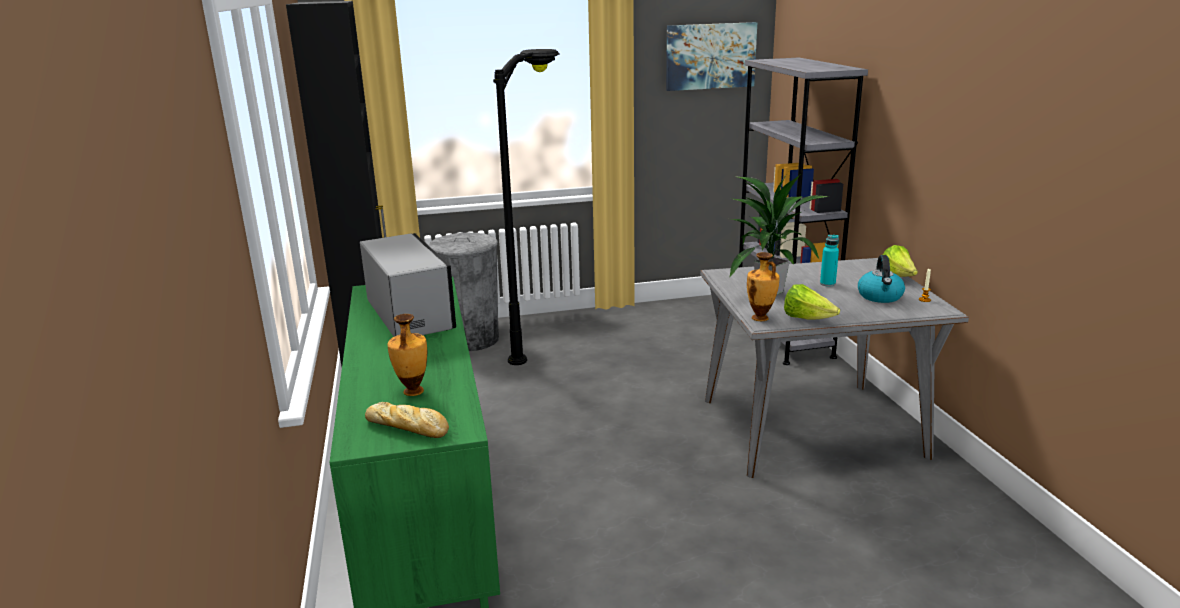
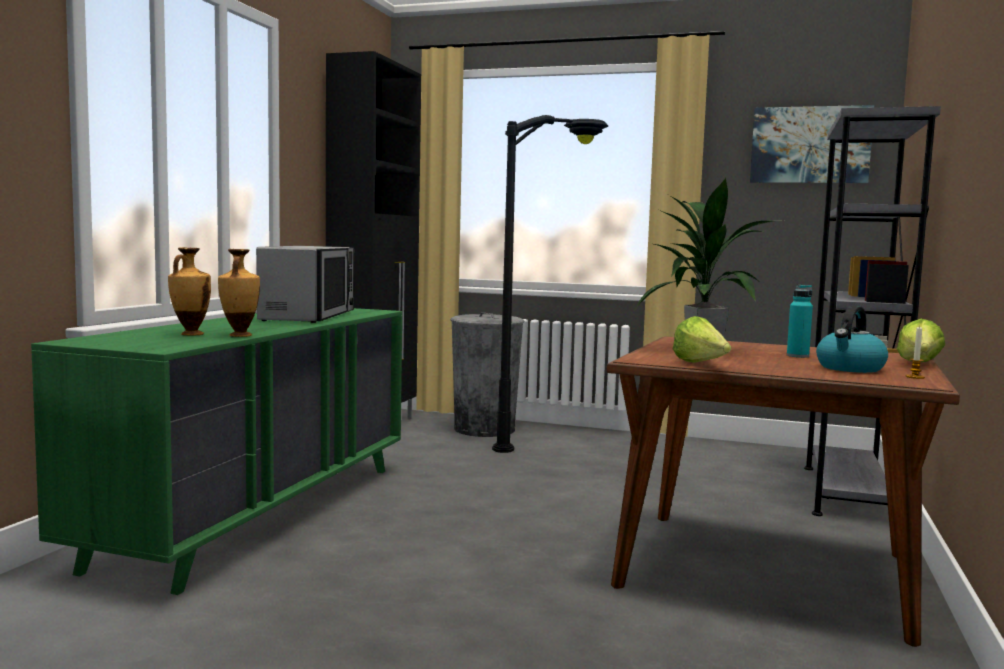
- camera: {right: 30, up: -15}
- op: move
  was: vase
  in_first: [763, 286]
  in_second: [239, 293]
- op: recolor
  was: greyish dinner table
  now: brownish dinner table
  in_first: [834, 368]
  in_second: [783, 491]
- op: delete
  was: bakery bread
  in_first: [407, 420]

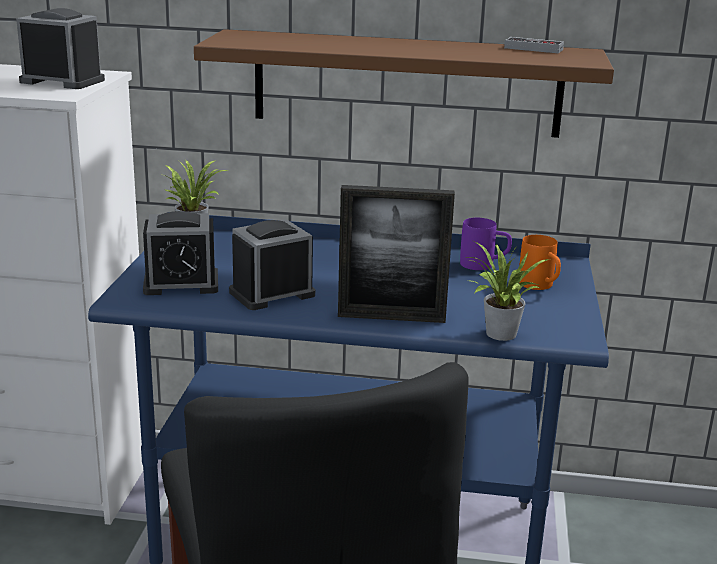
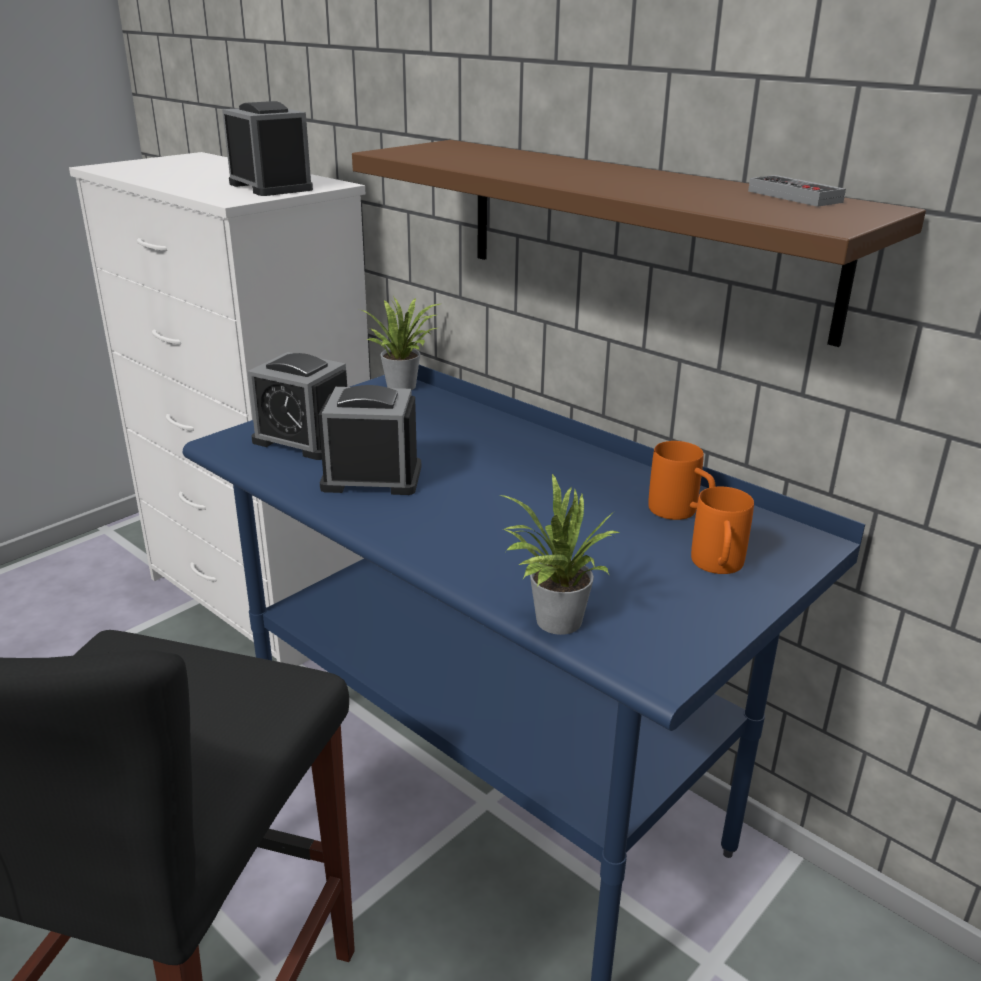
- camera: {right: 35, up: 5}
- op: delete
  was: standing frame
  in_first: [396, 254]
- op: recolor
  was: purple coffee mug
  now: orange coffee mug
  in_first: [486, 244]
  in_second: [682, 480]

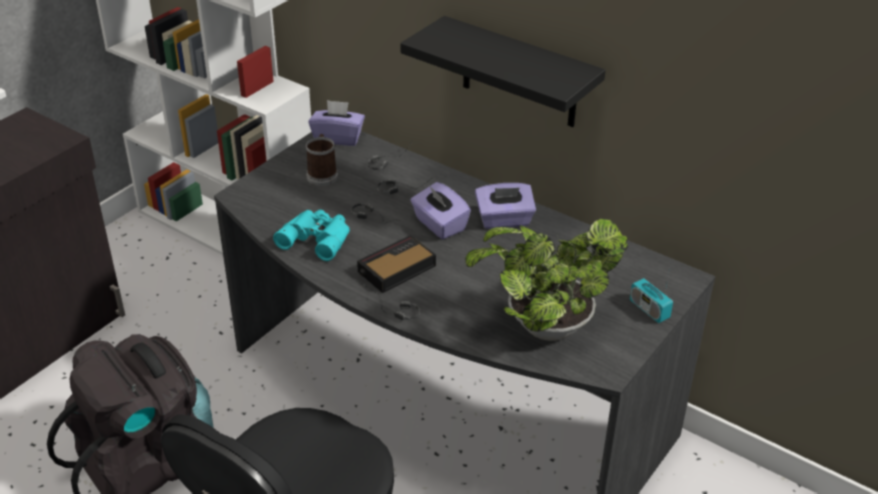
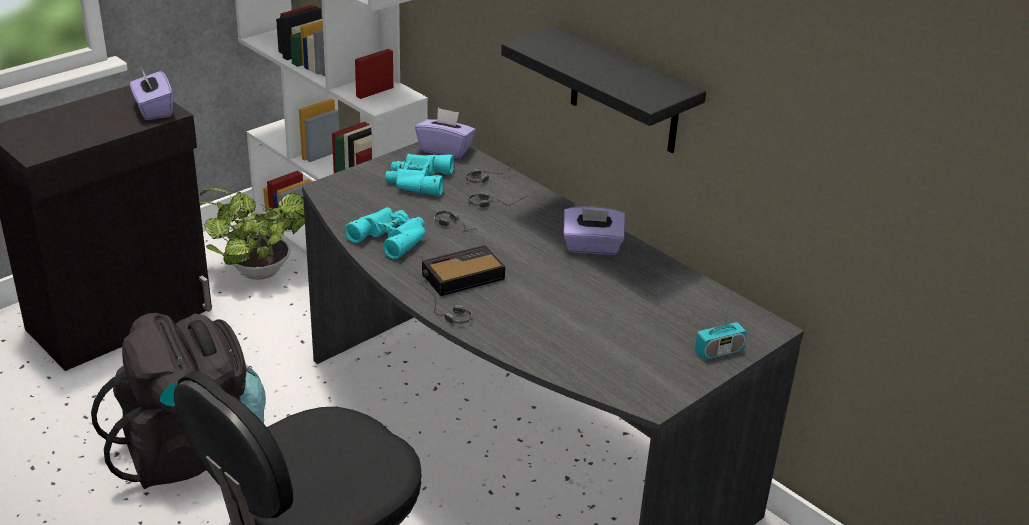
- camera: {right: 10, up: -5}
- op: replace
  was: coffee mug
  now: turquoise pair of binoculars
  in_first: [322, 160]
  in_second: [419, 175]
- op: move
  was: purple tissue holder
  in_first: [440, 210]
  in_second: [151, 93]
- op: move
  was: houseplant
  in_first: [546, 279]
  in_second: [252, 234]
- op: rotate
  was: radio receiver
  in_first: [651, 292]
  in_second: [721, 324]
  clockwise: -90

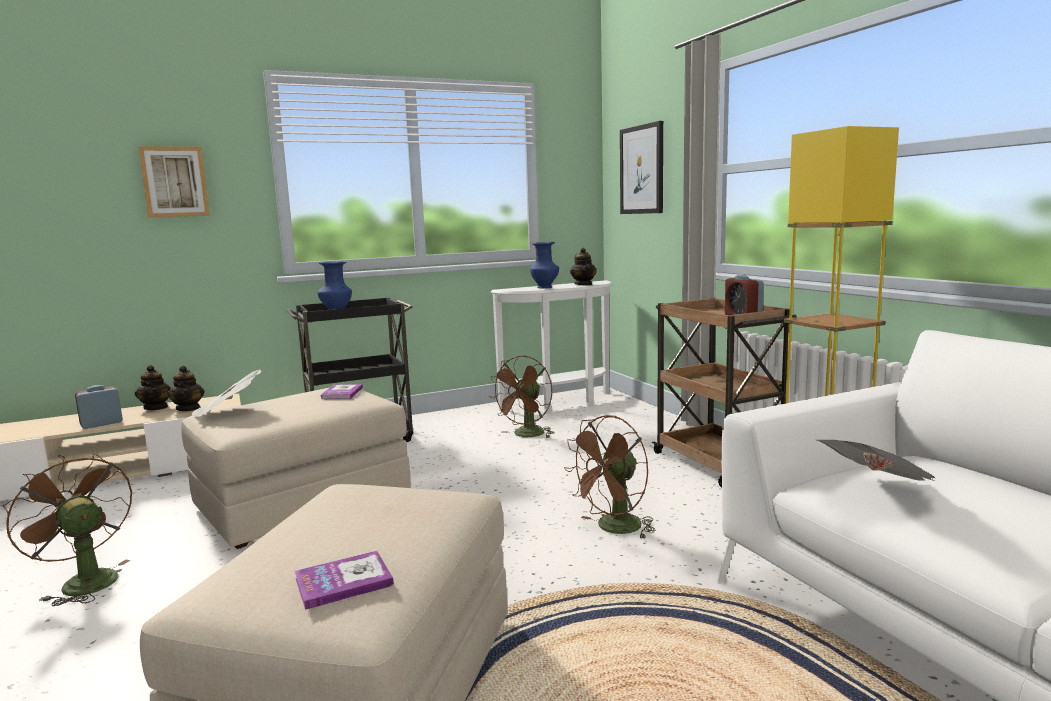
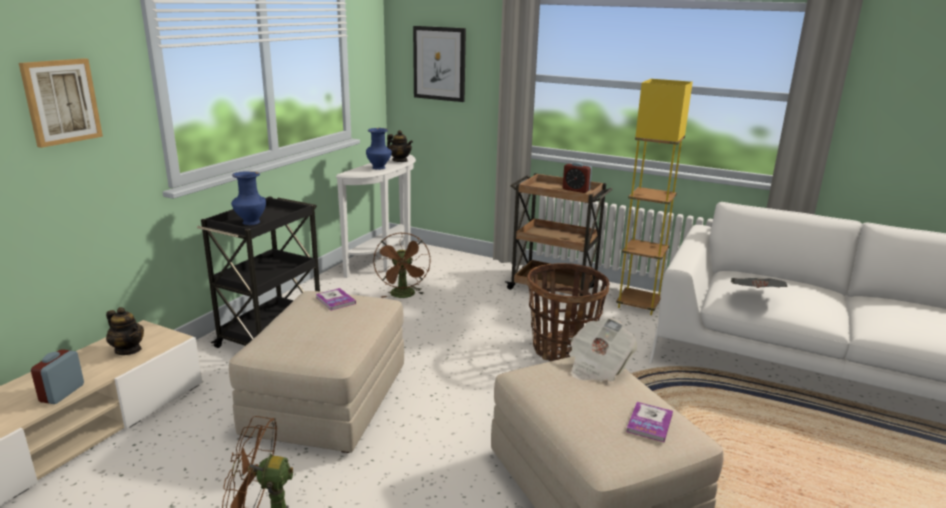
- camera: {right: -40, up: 10}
- op: delete
  was: tea pot
  in_first: [153, 387]
- op: move
  was: daily paper
  in_first: [226, 394]
  in_second: [603, 350]
- op: replace
  was: brownish fan
  now: household basket
  in_first: [610, 477]
  in_second: [568, 312]

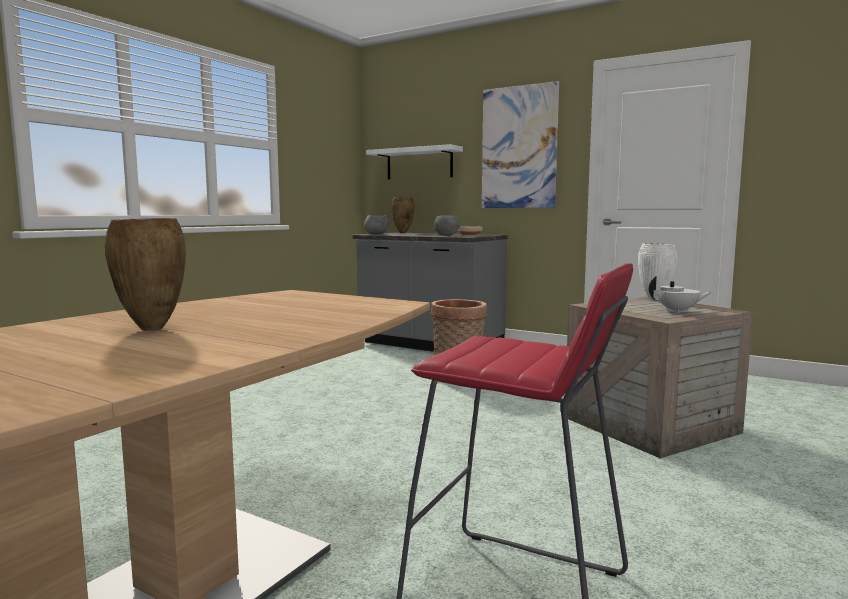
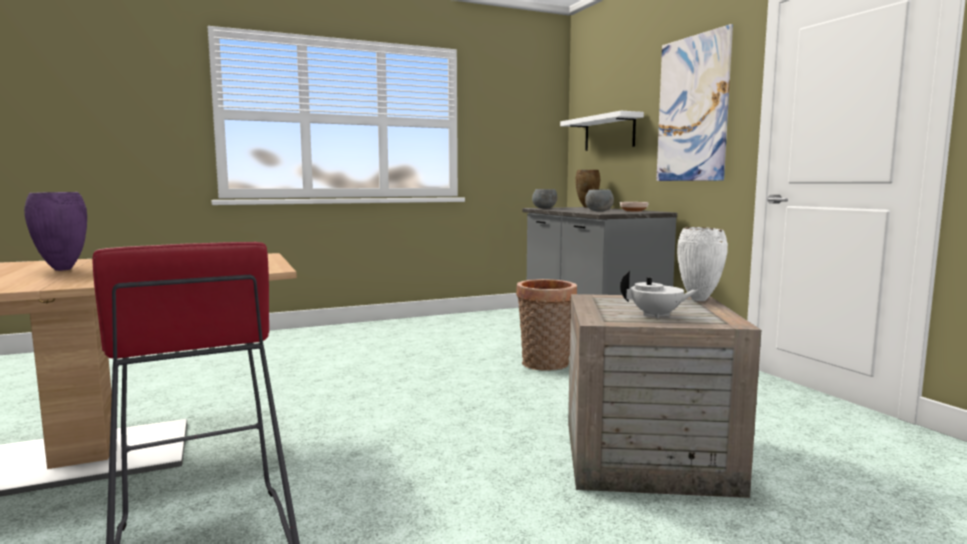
- camera: {right: 35, up: 0}
- op: recolor
  was: brownish vase
  now: purple vase
  in_first: [145, 274]
  in_second: [55, 231]
- op: rotate
  was: white tea pot
  in_first: [680, 294]
  in_second: [659, 294]
  clockwise: -45

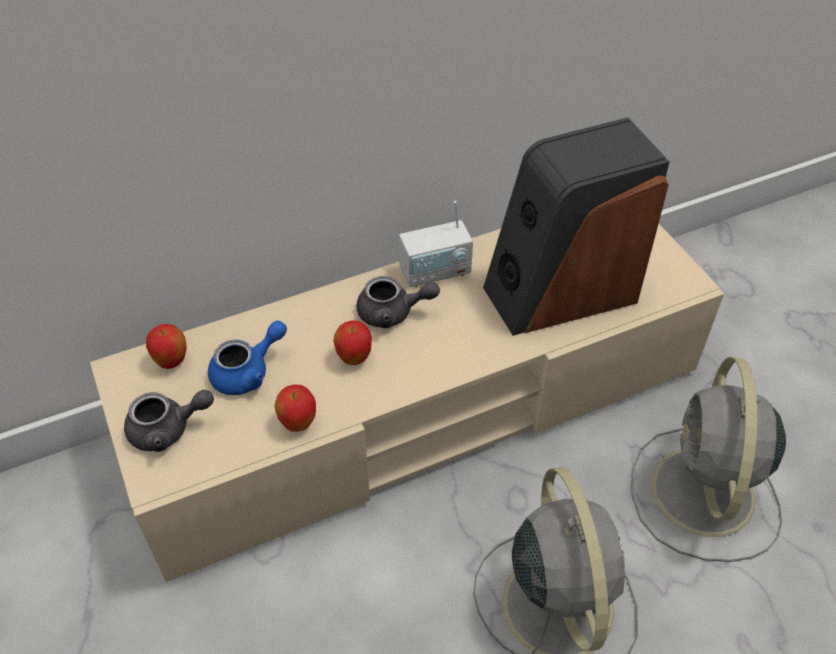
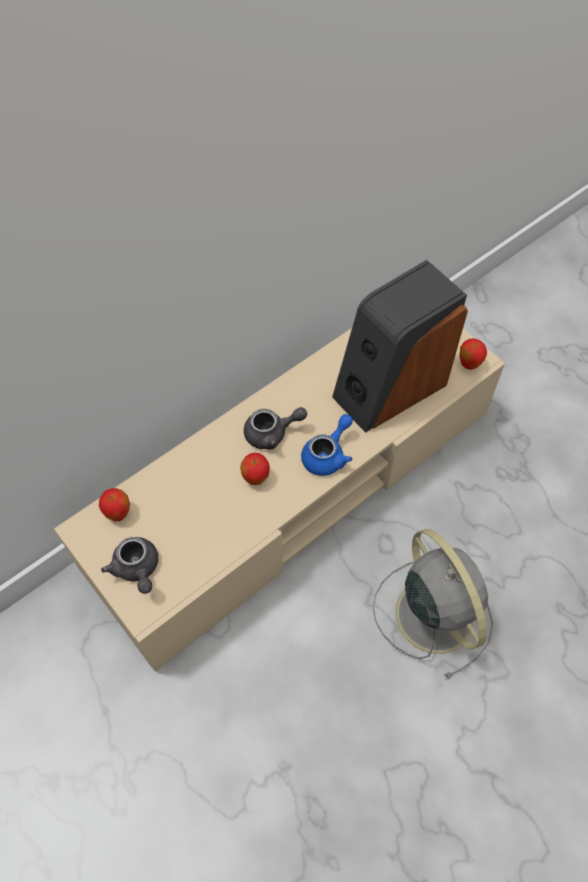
- camera: {right: -15, up: 10}
- op: delete
  was: radio receiver
  in_first: [436, 244]
- op: move
  was: bluish tea pot
  in_first: [247, 358]
  in_second: [327, 445]
- op: delete
  was: greyish fan
  in_first: [708, 459]
- op: move
  was: apple fruit
  in_first: [295, 408]
  in_second: [473, 354]
- op: rotate
  was: greyish tea pot
  in_first: [169, 421]
  in_second: [129, 565]
  clockwise: 90

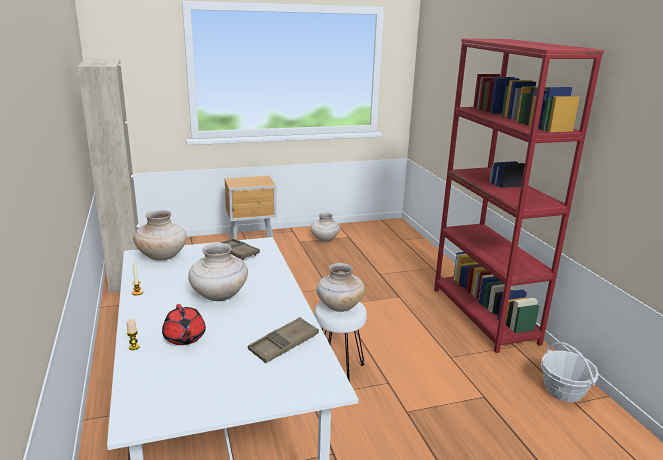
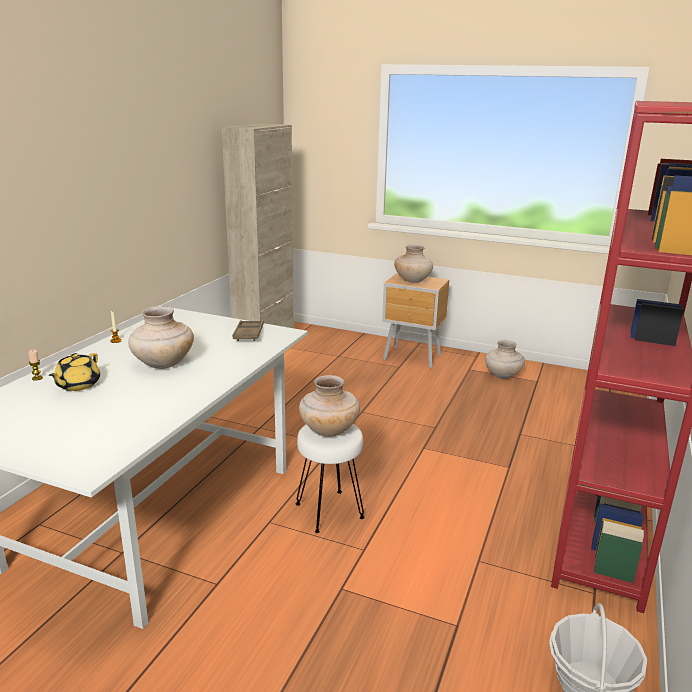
- camera: {right: 40, up: 0}
- op: move
  was: beige-coloured vase
  in_first: [160, 235]
  in_second: [413, 264]
- op: recolor
  was: red tea pot
  now: yellow-coloured tea pot
  in_first: [184, 324]
  in_second: [74, 372]
- op: delete
  was: brownish tray
  in_first: [283, 340]

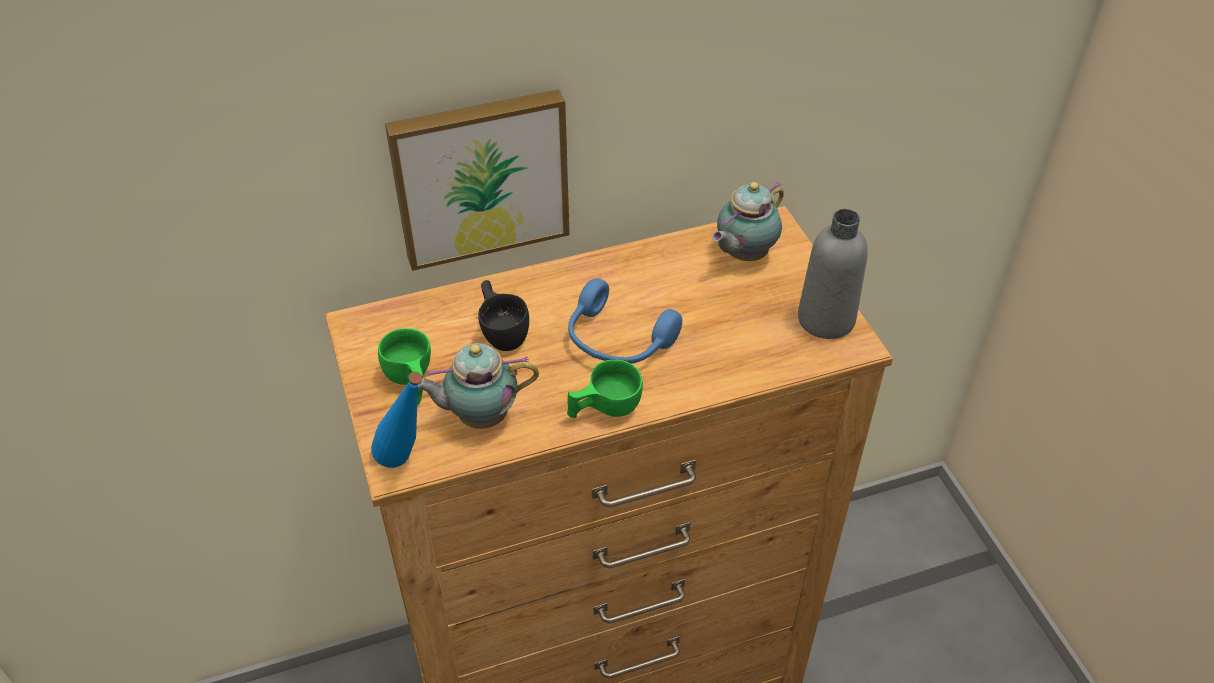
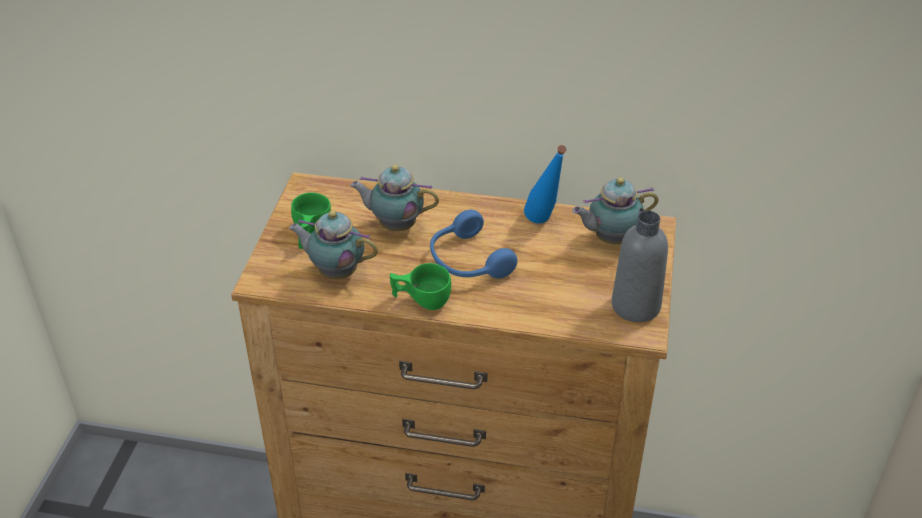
- camera: {right: 30, up: -5}
- op: delete
  was: picture
  in_first: [477, 180]
- op: replace
  was: black small cup
  now: tea pot
  in_first: [503, 315]
  in_second: [394, 198]
- op: move
  was: bluish bottle
  in_first: [396, 420]
  in_second: [545, 184]

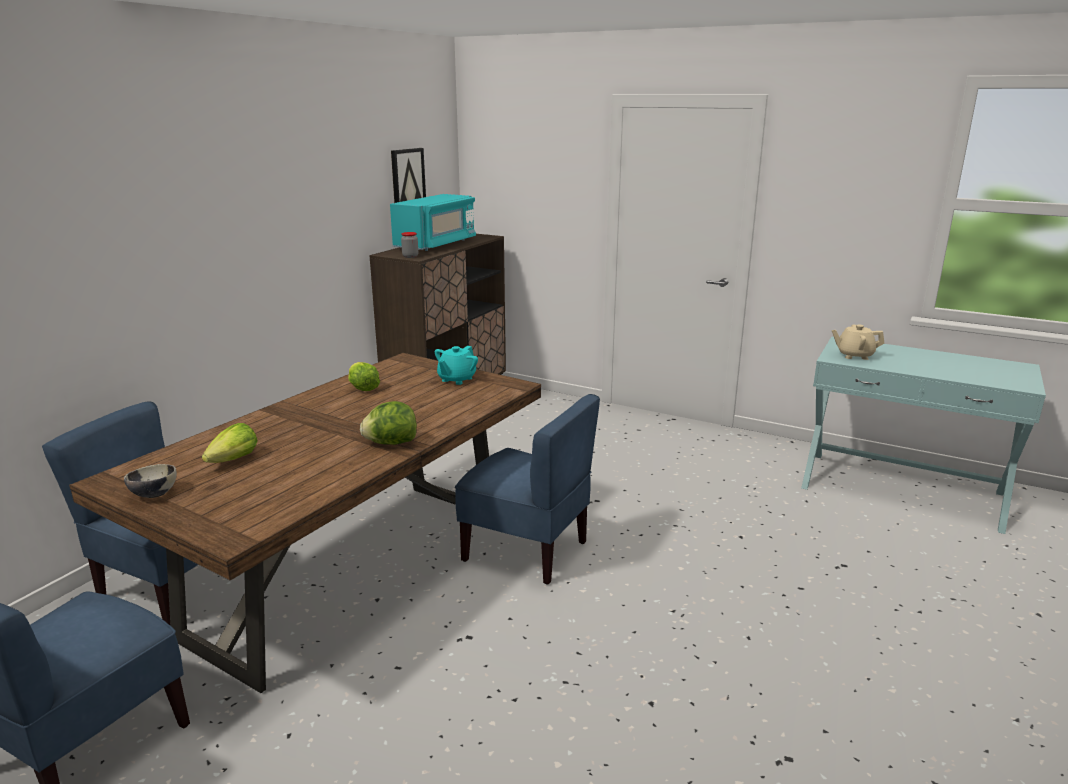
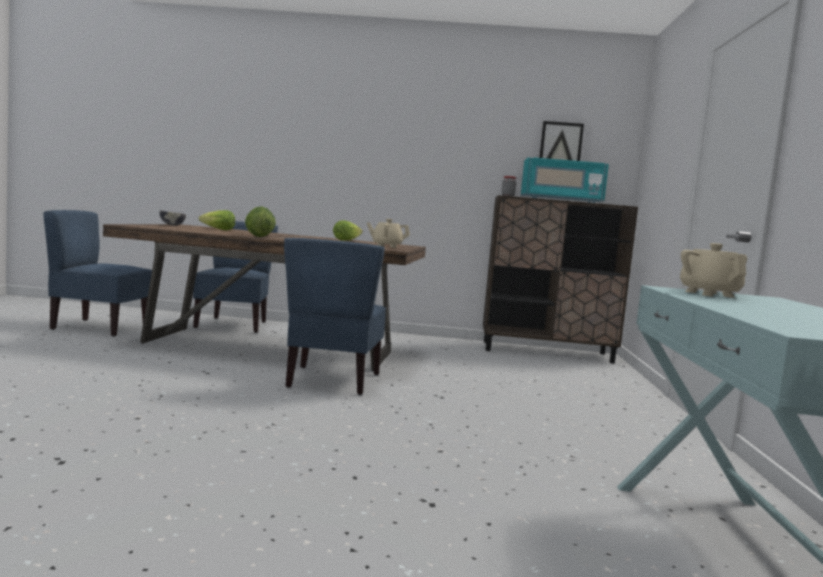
- camera: {right: 65, up: -15}
- op: recolor
  was: turquoise tea pot
  now: beige-coloured tea pot
  in_first: [456, 365]
  in_second: [388, 233]

